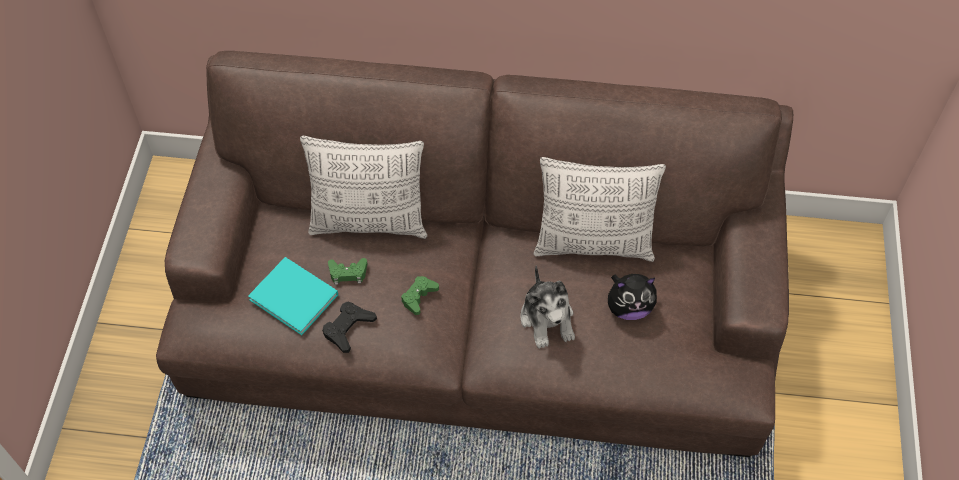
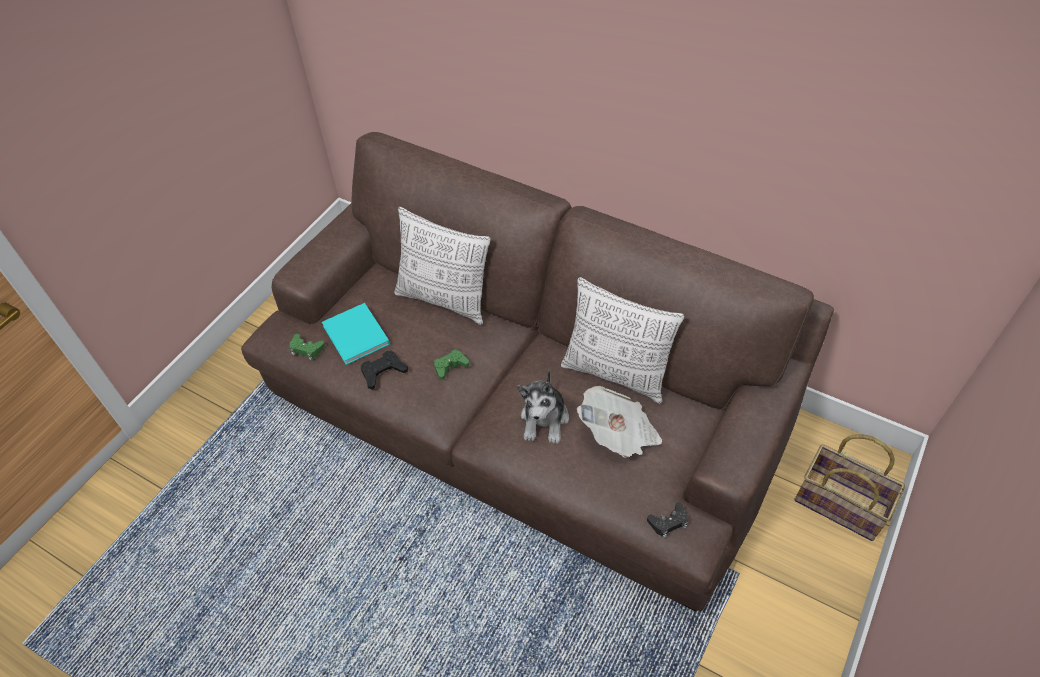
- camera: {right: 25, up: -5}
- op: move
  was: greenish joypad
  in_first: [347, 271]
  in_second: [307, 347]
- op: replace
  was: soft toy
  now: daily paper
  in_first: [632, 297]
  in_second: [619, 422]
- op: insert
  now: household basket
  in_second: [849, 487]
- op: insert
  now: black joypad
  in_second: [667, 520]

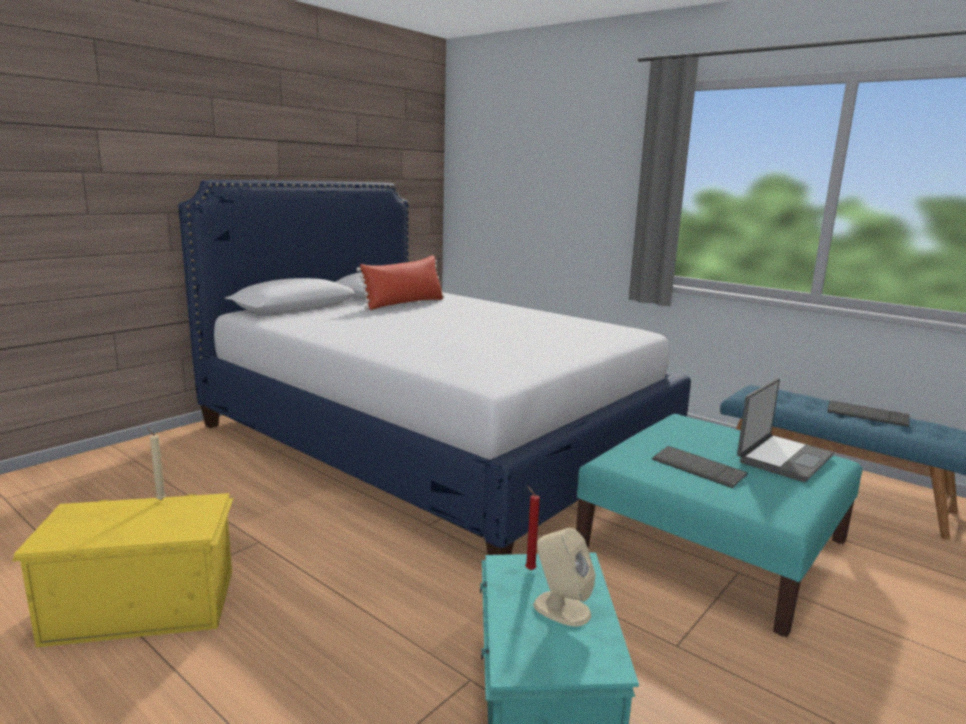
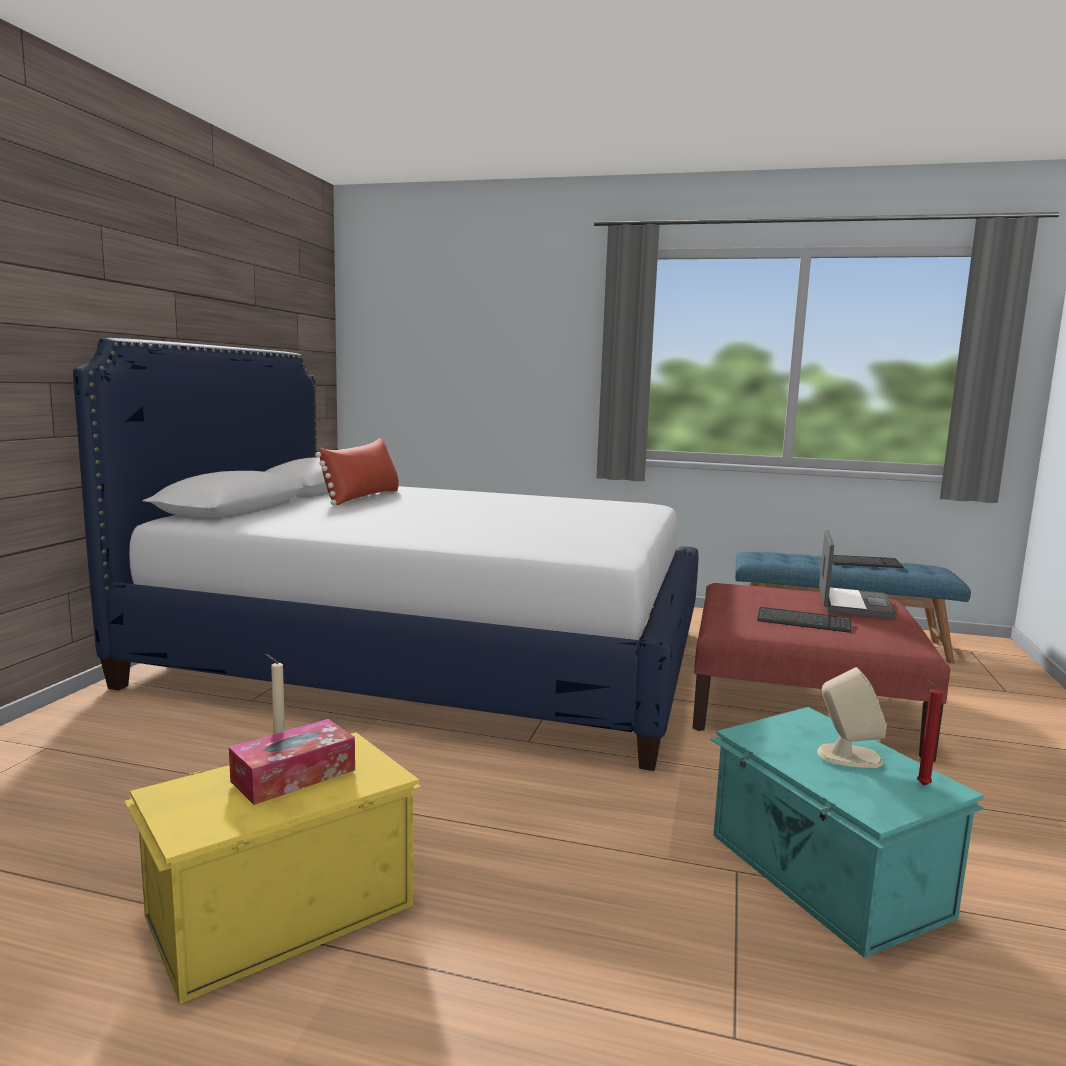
- camera: {right: -25, up: -5}
- op: recolor
  was: turquoise footrest
  now: red footrest
  in_first: [719, 526]
  in_second: [821, 672]
- op: move
  was: red candle
  in_first: [532, 528]
  in_second: [930, 732]
- op: insert
  now: tissue holder
  in_second: [292, 762]

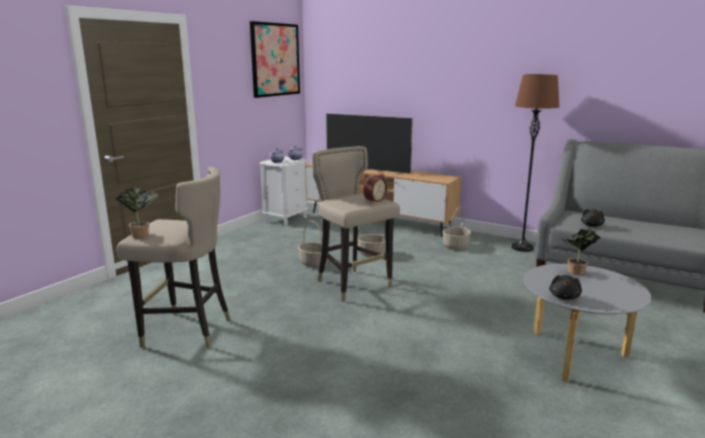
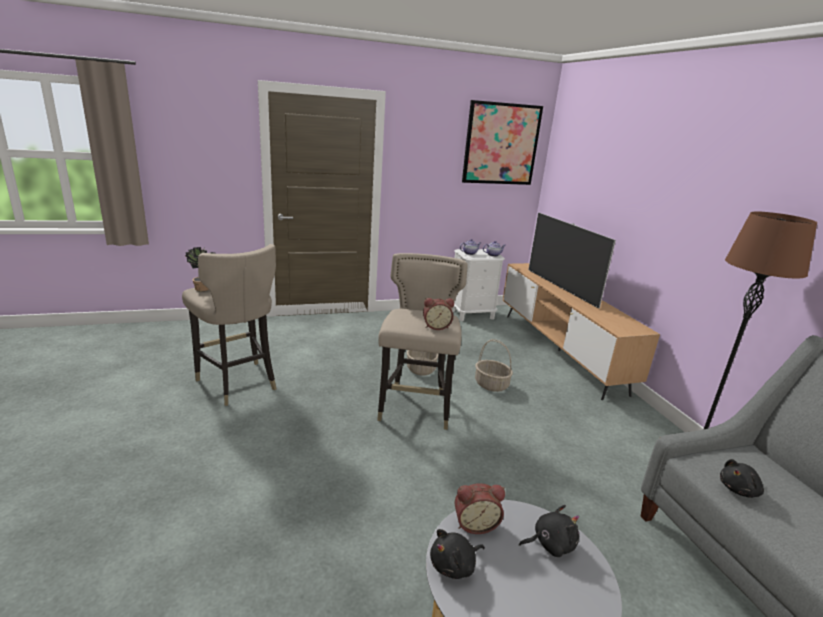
- camera: {right: 40, up: 5}
- op: delete
  was: household basket
  in_first: [457, 228]
- op: replace
  was: houseplant
  now: black soft toy
  in_first: [581, 251]
  in_second: [549, 531]
- op: insert
  now: table clock
  in_second: [479, 508]

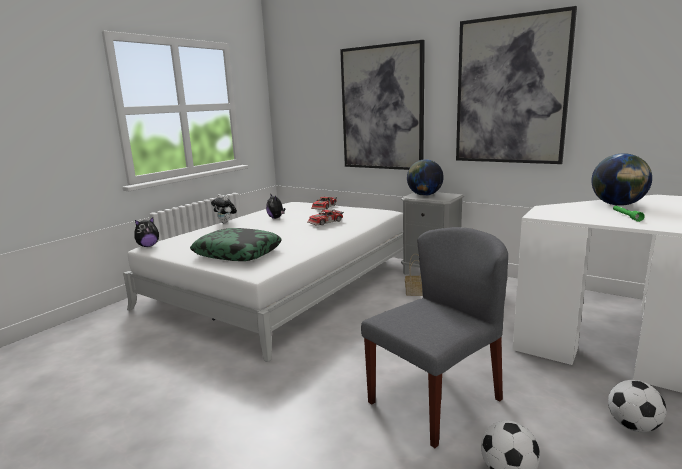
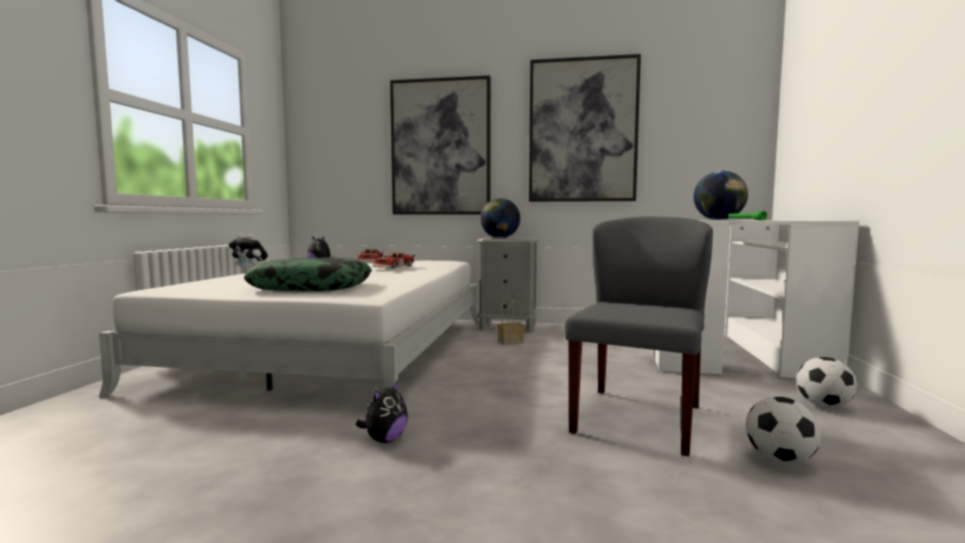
- camera: {right: -25, up: -10}
- op: move
  was: soft toy
  in_first: [147, 232]
  in_second: [381, 411]

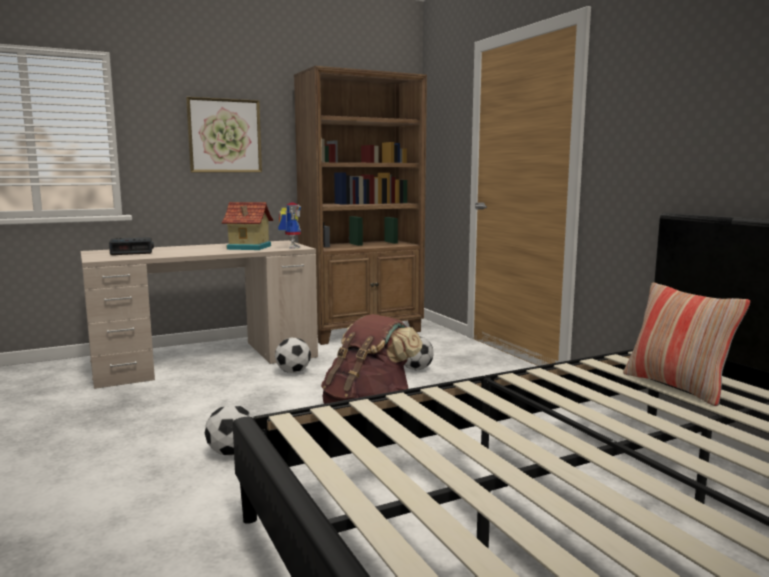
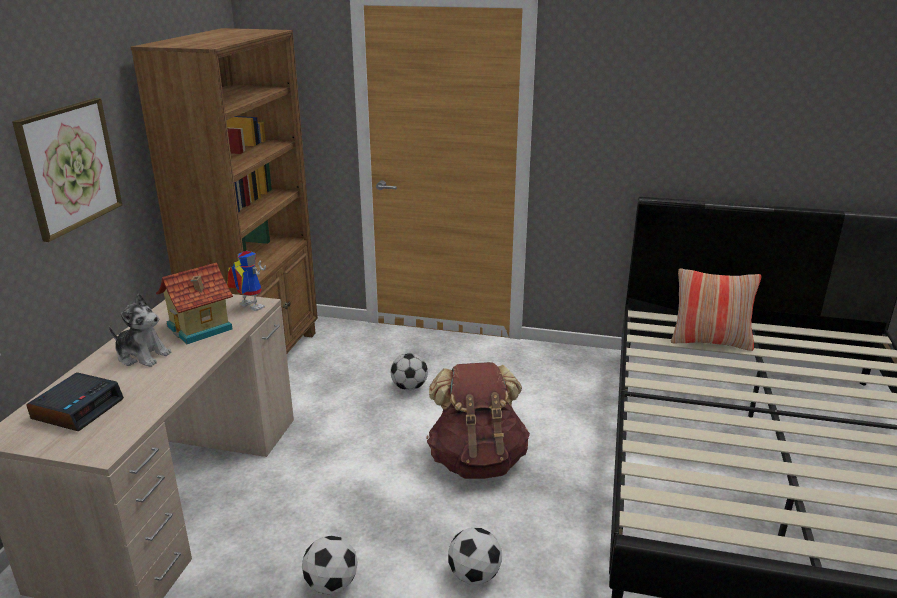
- camera: {right: -50, up: 15}
- op: move
  was: football
  in_first: [293, 355]
  in_second: [330, 565]
- op: insert
  now: soft toy
  in_second: [140, 330]

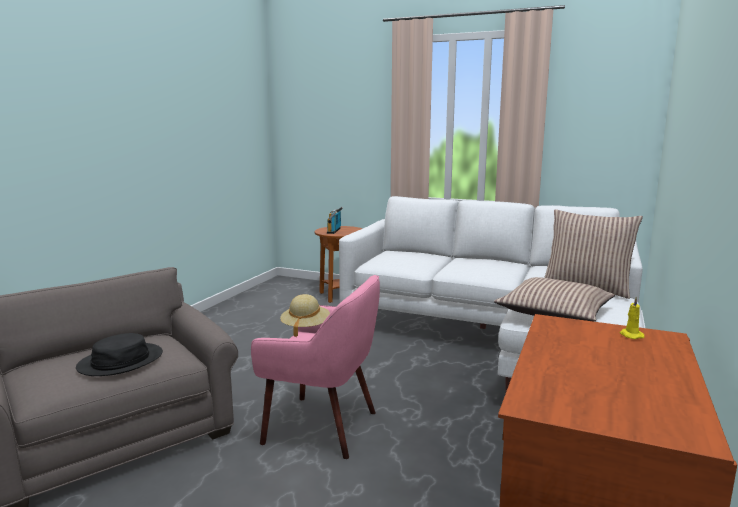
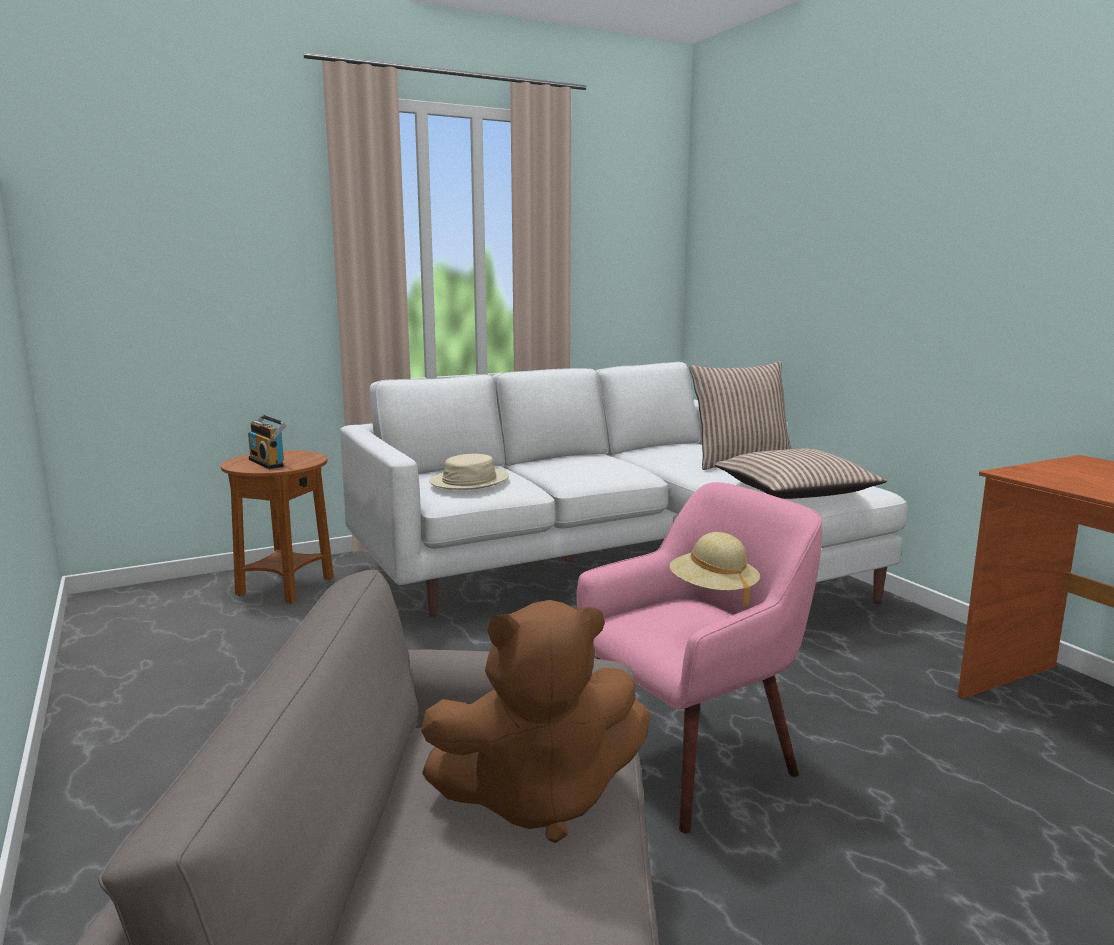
- camera: {right: -50, up: 0}
- op: delete
  was: yellow-coloured candle
  in_first: [632, 318]
- op: replace
  was: black hat
  now: brownish soft toy
  in_first: [119, 354]
  in_second: [535, 721]
- op: insert
  now: beige-coloured hat
  in_second: [469, 472]

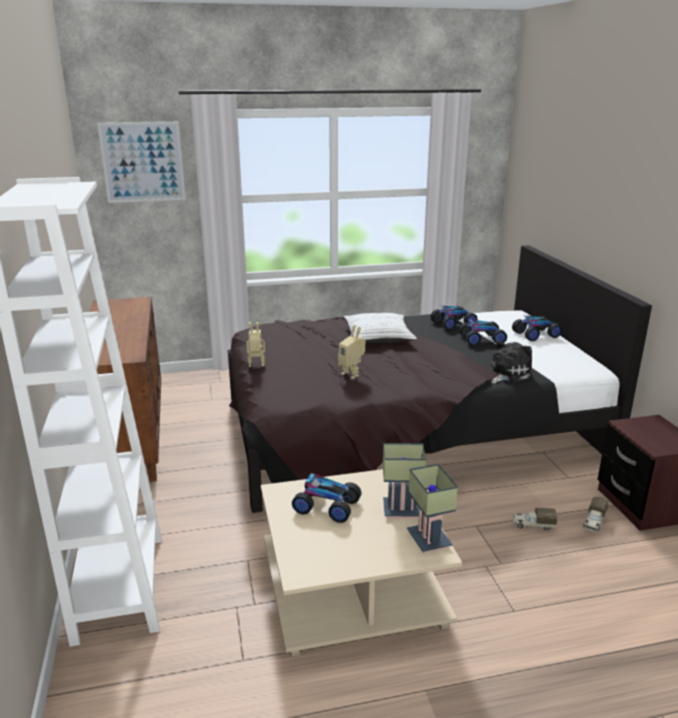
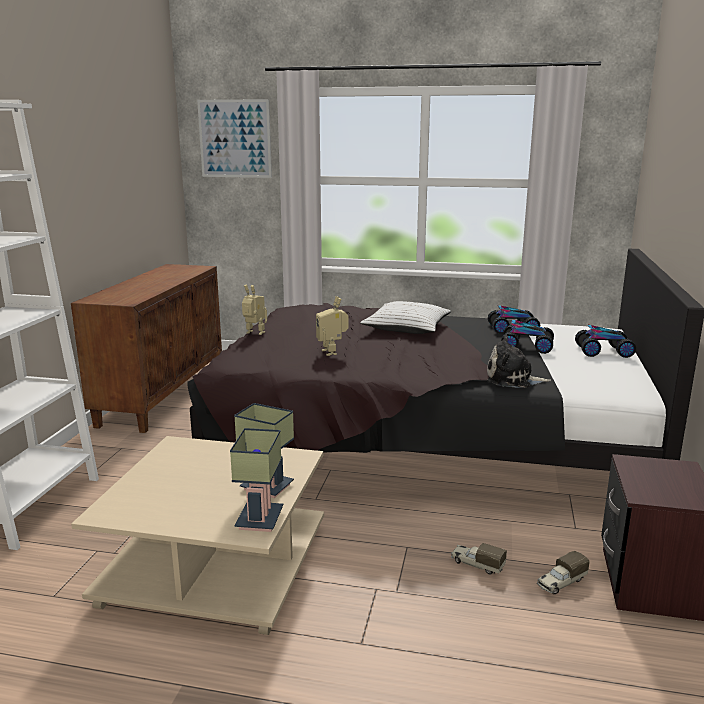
- camera: {right: 25, up: -5}
- op: rotate
  was: soft toy
  in_first: [510, 362]
  in_second: [519, 361]
  clockwise: -150
- op: delete
  was: miniature car
  in_first: [326, 498]

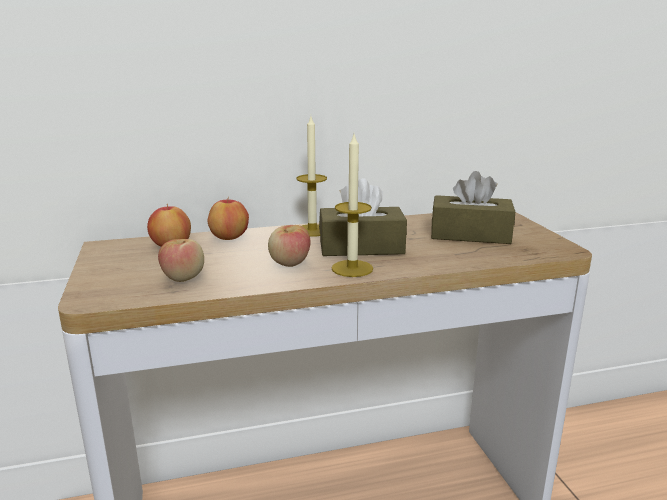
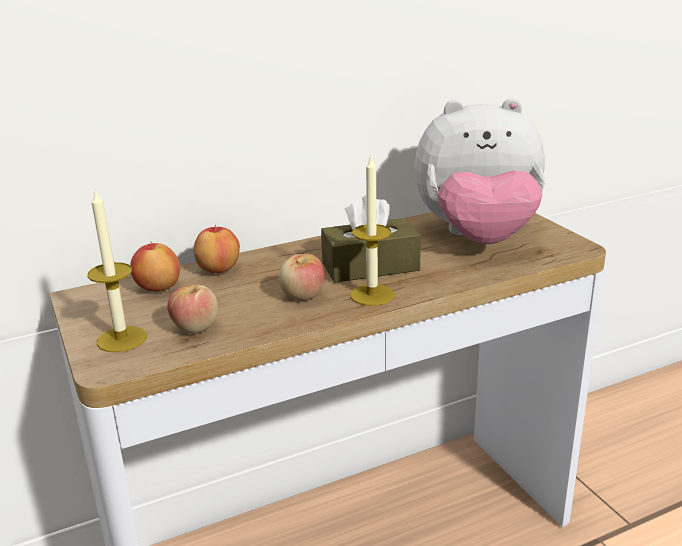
- camera: {right: -10, up: 5}
- op: move
  was: candle
  in_first: [312, 177]
  in_second: [117, 270]
- op: replace
  was: brownish tissue holder
  now: soft toy
  in_first: [473, 207]
  in_second: [479, 171]

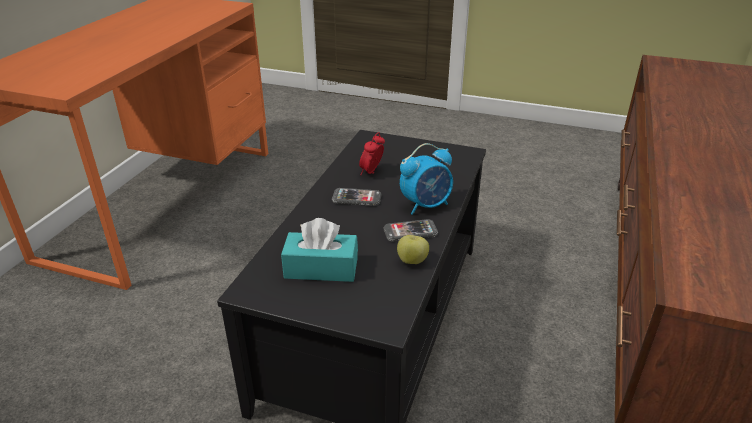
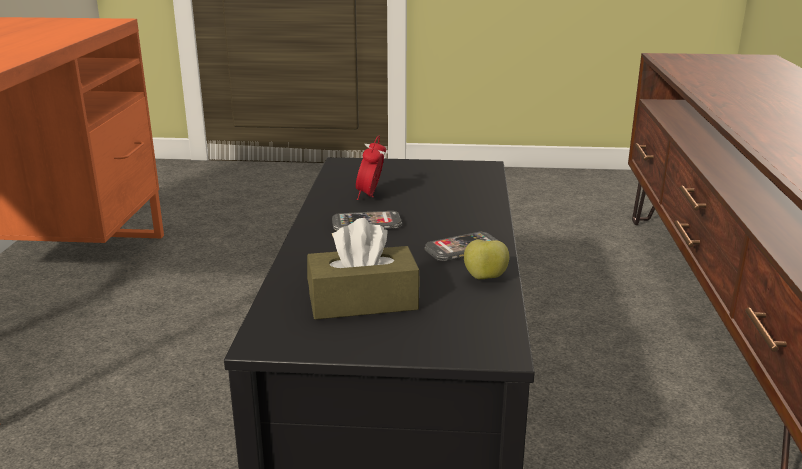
- camera: {right: -15, up: -10}
- op: delete
  was: table clock
  in_first: [426, 179]
- op: recolor
  was: turquoise tissue holder
  now: brownish tissue holder
  in_first: [319, 250]
  in_second: [363, 269]

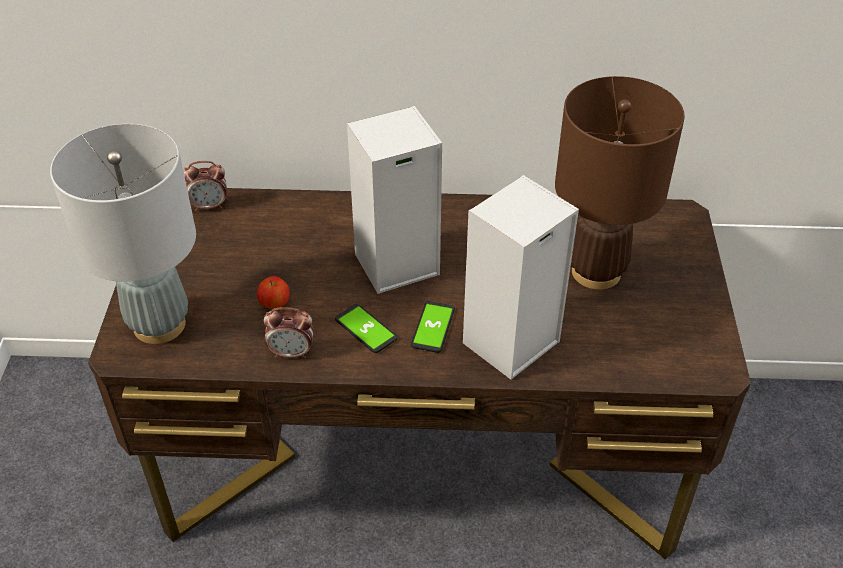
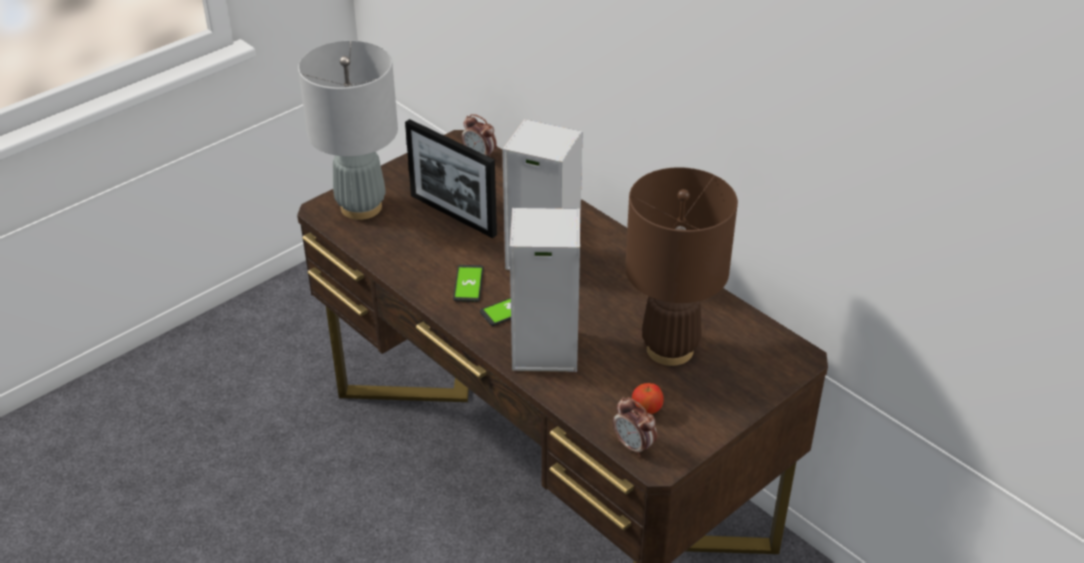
- camera: {right: 45, up: -5}
- op: move
  was: apple fruit
  in_first: [273, 292]
  in_second: [648, 398]
- op: move
  was: table clock
  in_first: [288, 332]
  in_second: [635, 427]
- op: insert
  now: standing frame
  in_second: [451, 178]

